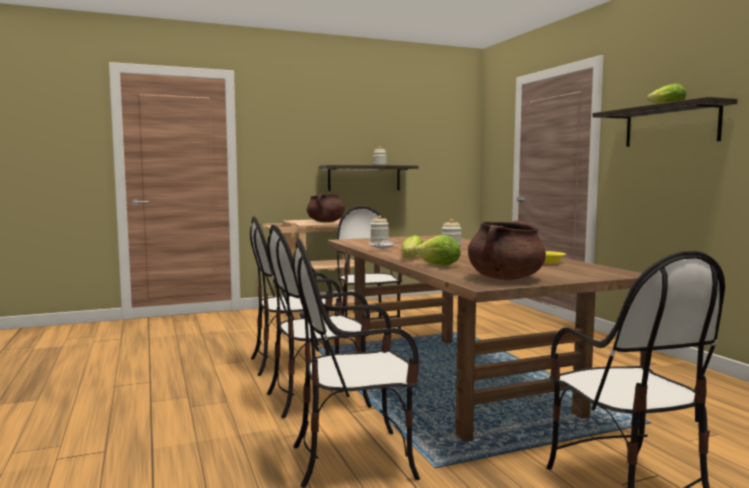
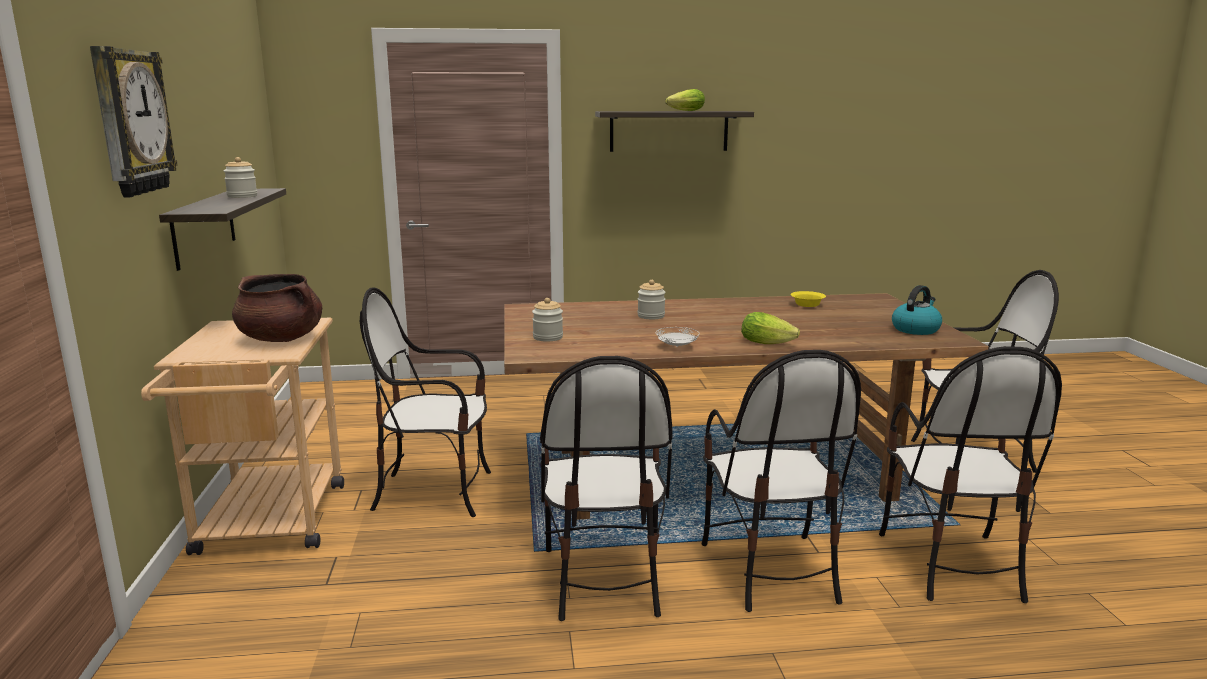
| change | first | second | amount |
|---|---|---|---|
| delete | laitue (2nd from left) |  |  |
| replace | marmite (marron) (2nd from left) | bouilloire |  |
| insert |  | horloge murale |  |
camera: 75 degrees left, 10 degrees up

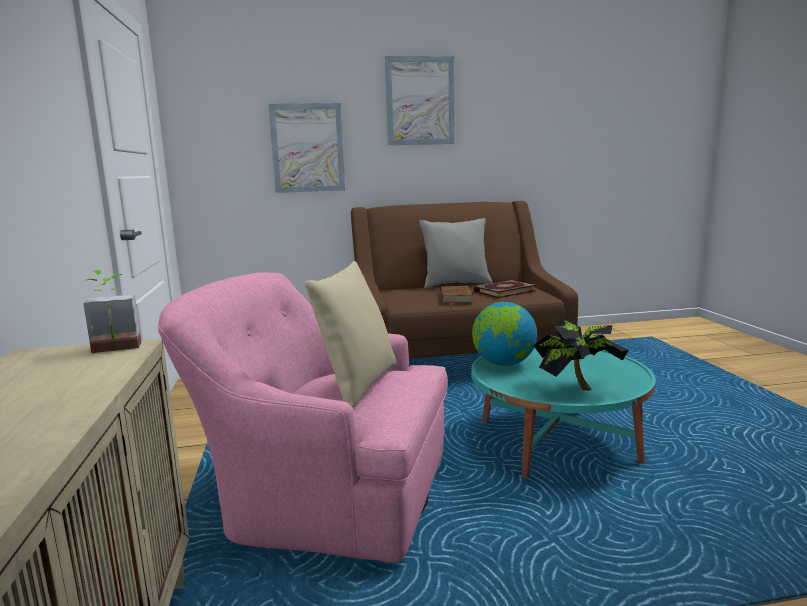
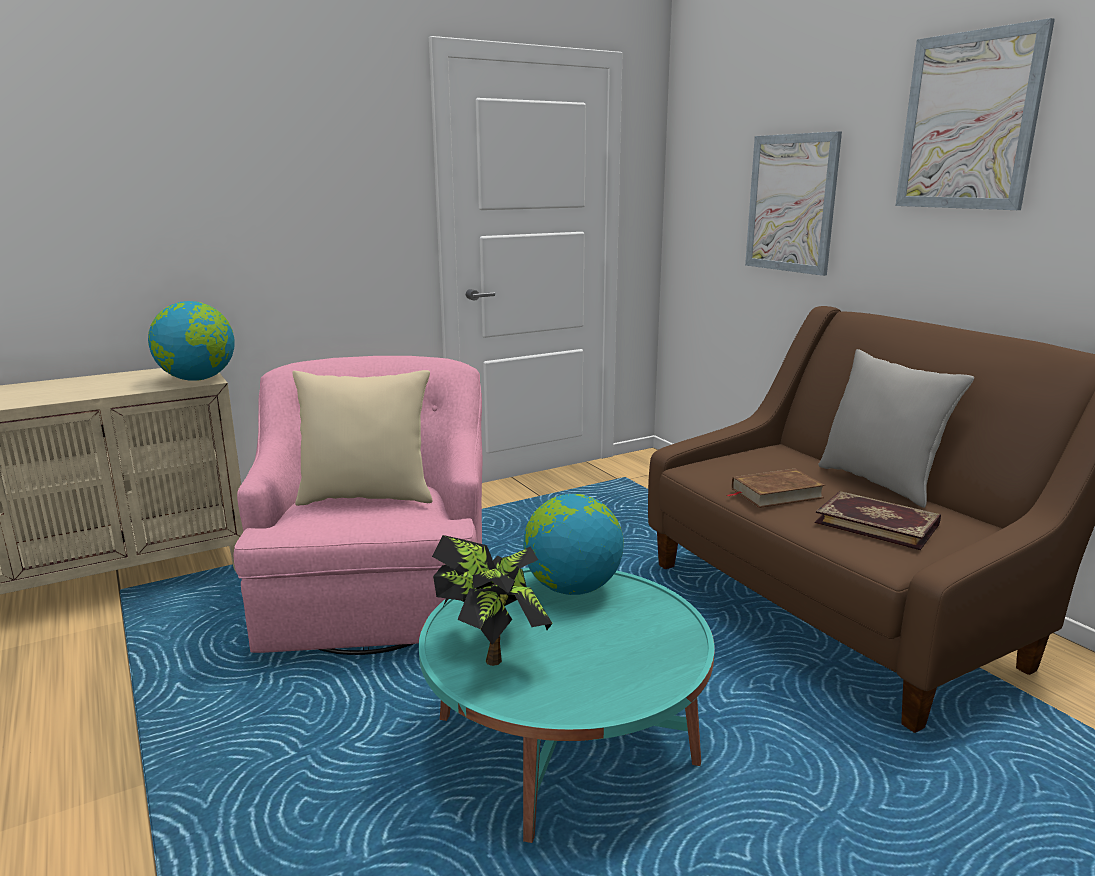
| change | first | second | amount |
|---|---|---|---|
| replace | plante en pot (1st from left) | globe (1st from left) |  |
camera: 70 degrees right, 5 degrees up

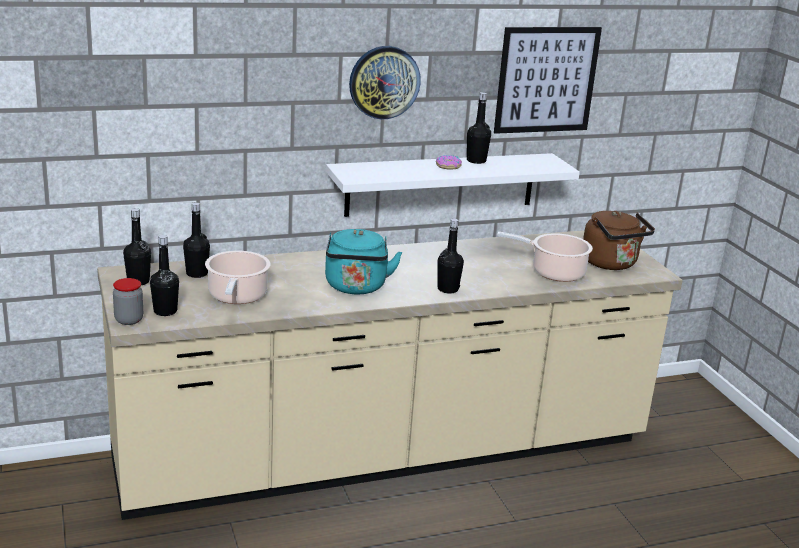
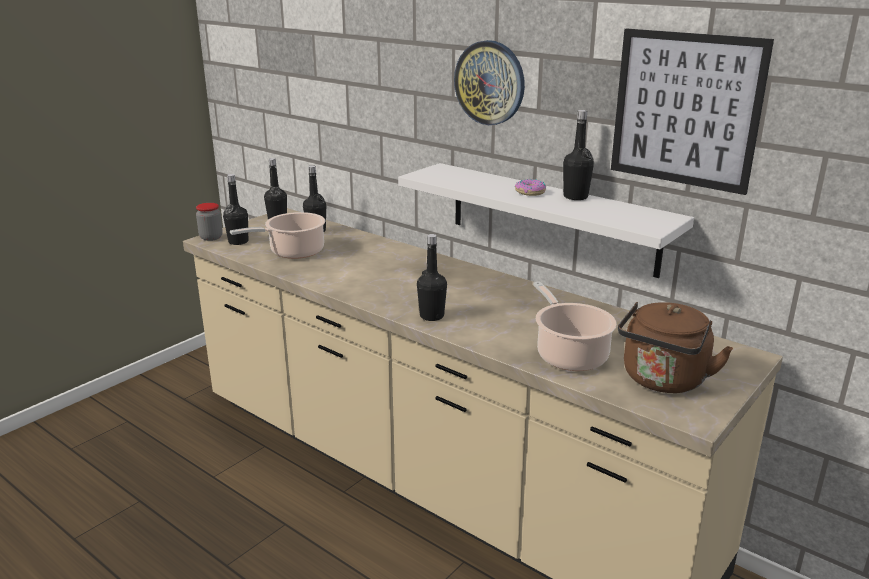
| change | first | second | amount |
|---|---|---|---|
| delete | bouilloire (turquoise) |  |  |
camera: 60 degrees right, 0 degrees up

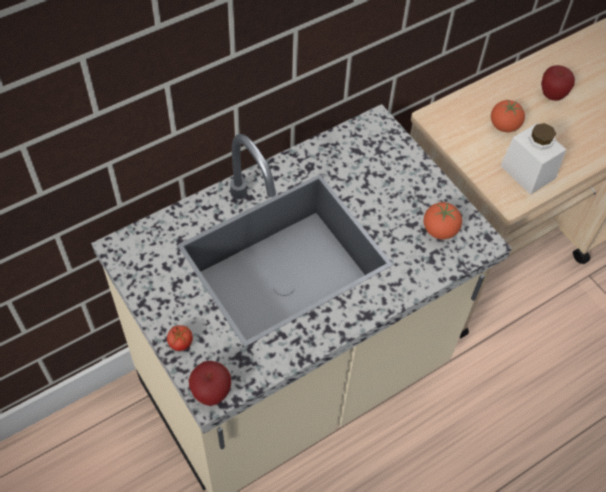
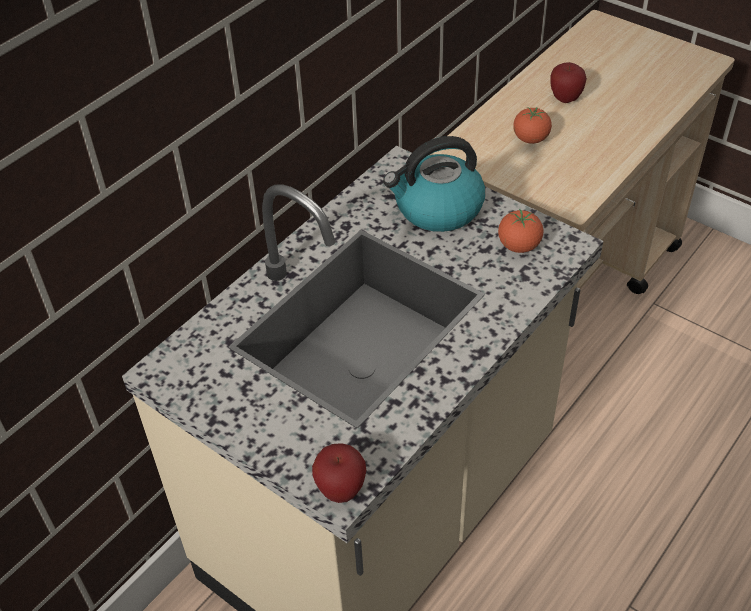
| change | first | second | amount |
|---|---|---|---|
| delete | tomate (1st from left) |  |  |
| delete | bocal (blanc) |  |  |
| insert |  | bouilloire |  |
camera: 15 degrees left, 10 degrees down

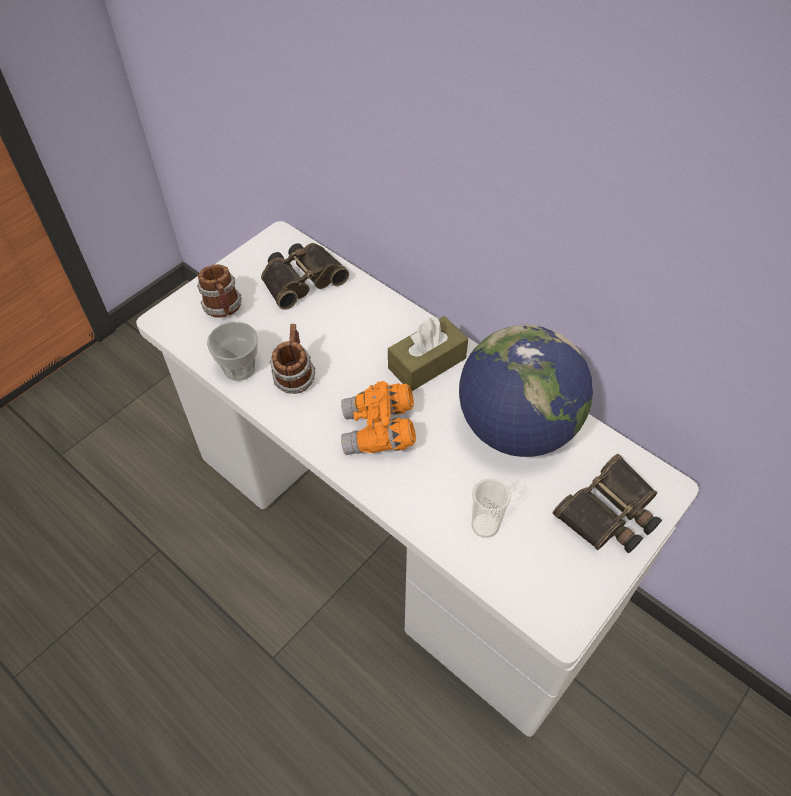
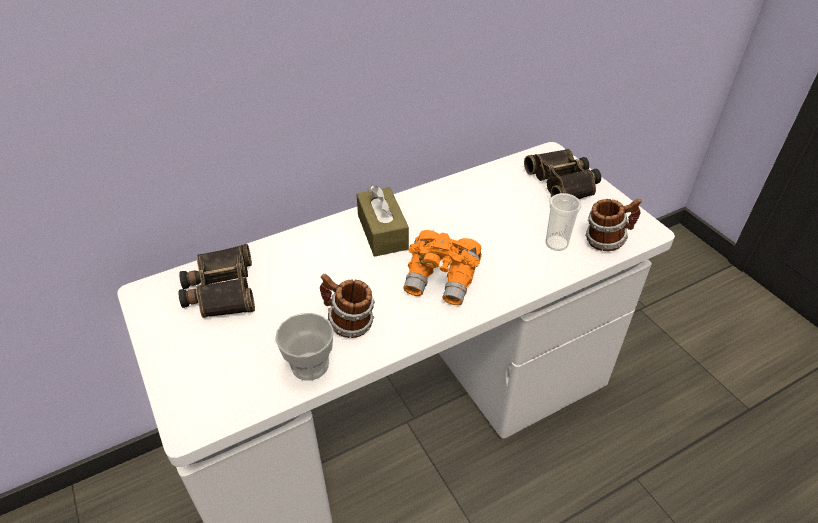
| change | first | second | amount |
|---|---|---|---|
| move | mug (1st from left in the first image) | mug (2nd from left) |  |
| delete | globe |  |  |
camera: 70 degrees left, 10 degrees down

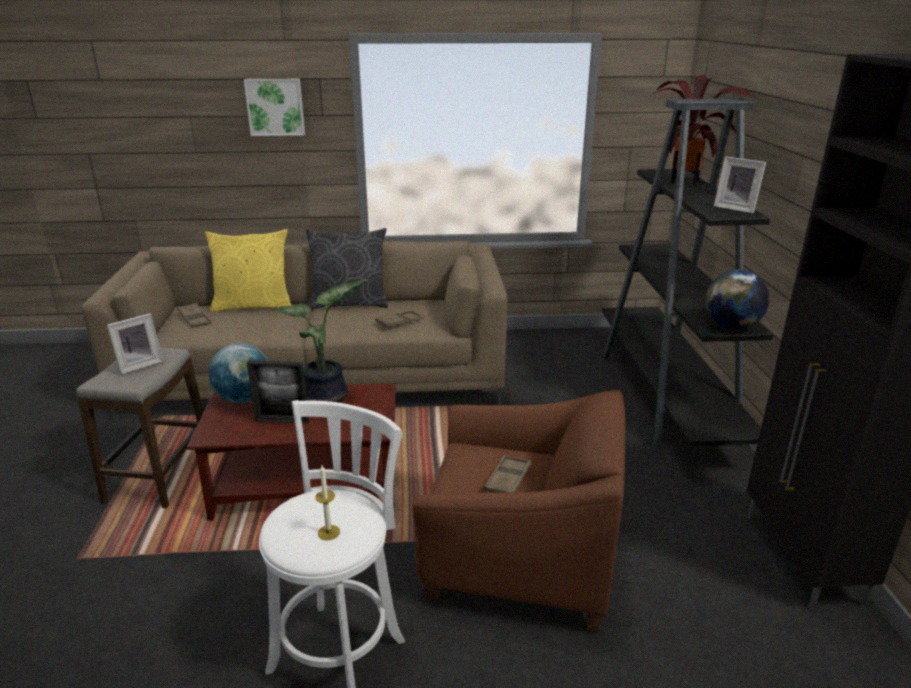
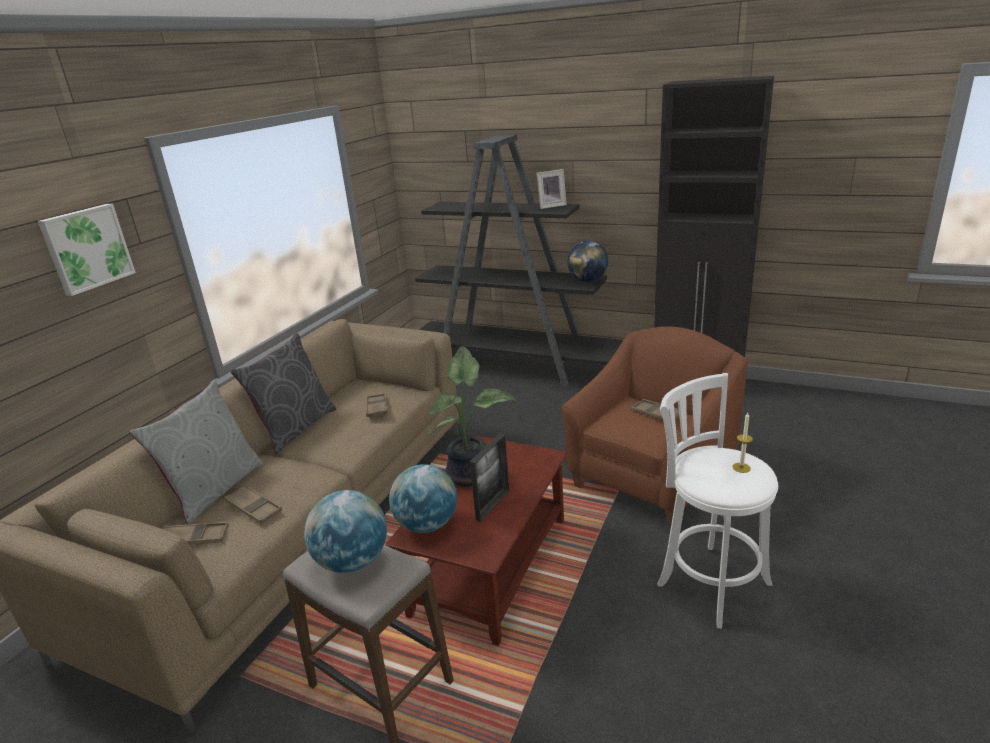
| change | first | second | amount |
|---|---|---|---|
| replace | cadre photo (1st from left) | globe (1st from left) |  |
| recolor | coussin (jaune) | coussin (gris) (1st from left) |  |
| delete | plante en pot (2nd from left) |  |  |
| insert |  | plateau (marron) (2nd from left) |  |
camera: 60 degrees left, 0 degrees up

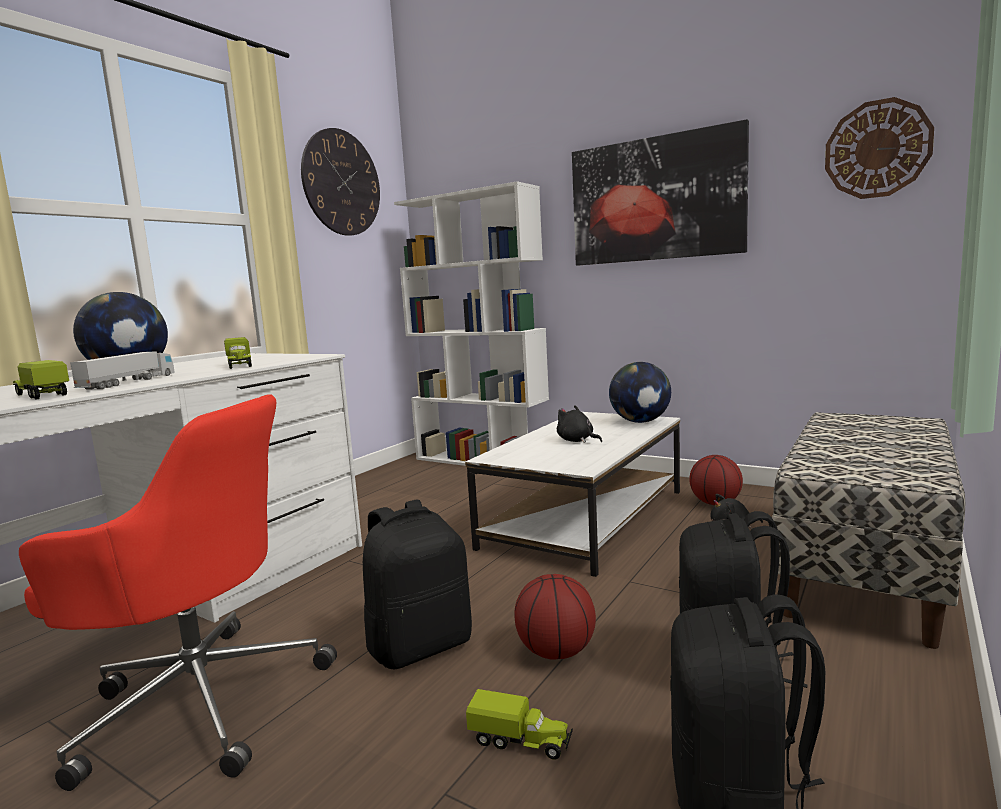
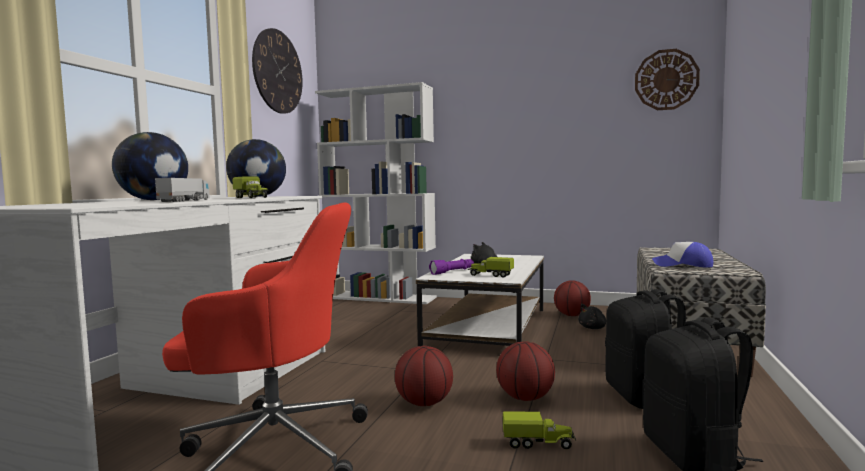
| change | first | second | amount |
|---|---|---|---|
| move | camion jouet (1st from left in the first image) | camion jouet (3rd from left) |  |
| replace | sac à dos (noir) (1st from left) | ballon de basket (1st from left) |  |
| delete | tableau |  |  |
| move | globe (2nd from left) |  |  |
| insert |  | lampe de poche (violet) |  |
| insert |  | casquette |  |
camera: 15 degrees left, 5 degrees down

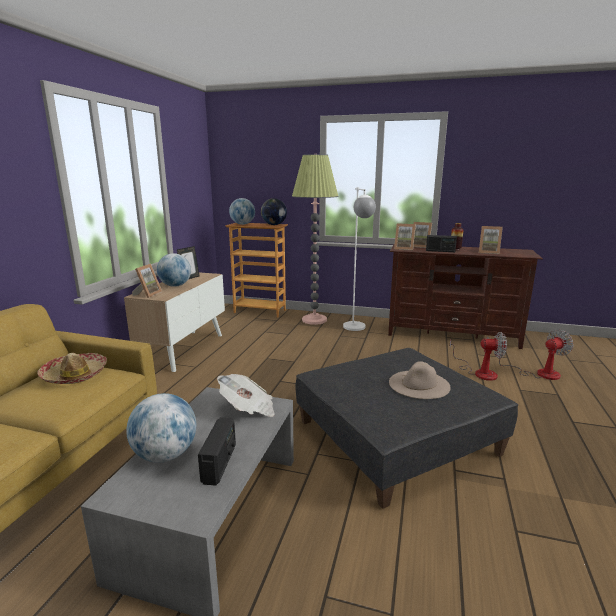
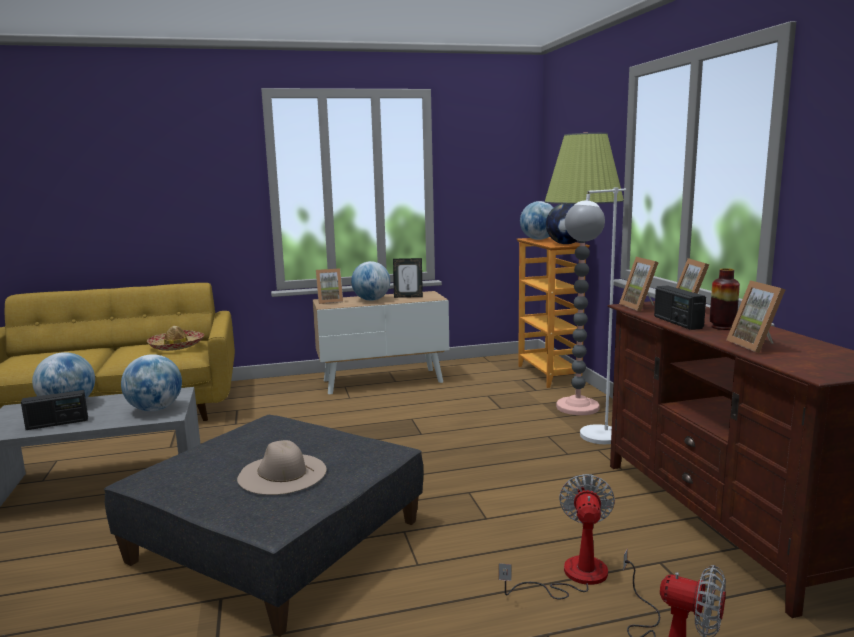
| change | first | second | amount |
|---|---|---|---|
| replace | journal | globe (2nd from left) |  |
| rotate | ventilateur (1st from left) |  | 150 degrees counterclockwise |
camera: 60 degrees right, 5 degrees down

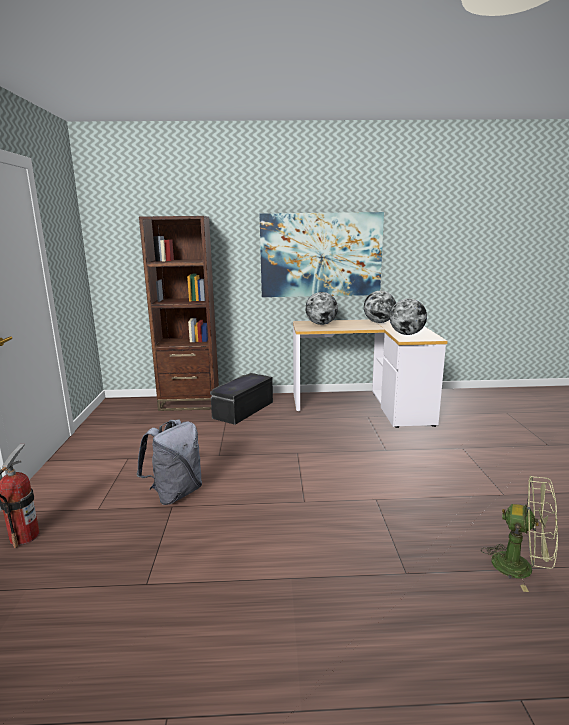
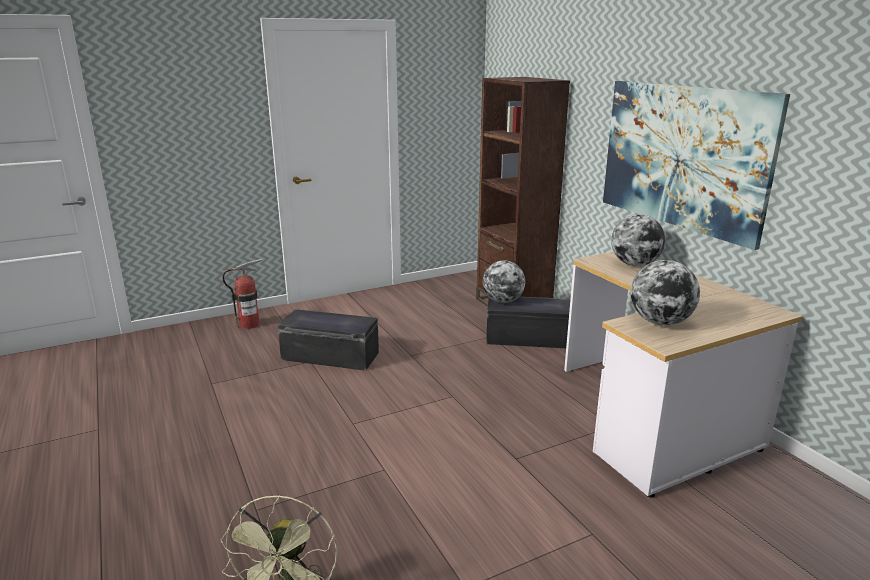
| change | first | second | amount |
|---|---|---|---|
| replace | sac à dos (gris) | boîte de rangement (noir) (1st from left) |  |
| move | globe (2nd from left in the first image) | globe (1st from left) |  |
camera: 65 degrees right, 5 degrees up

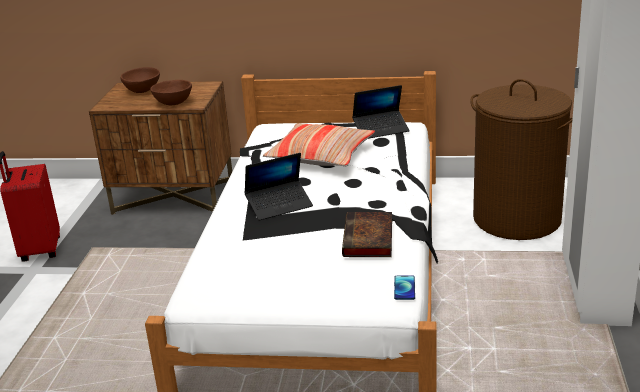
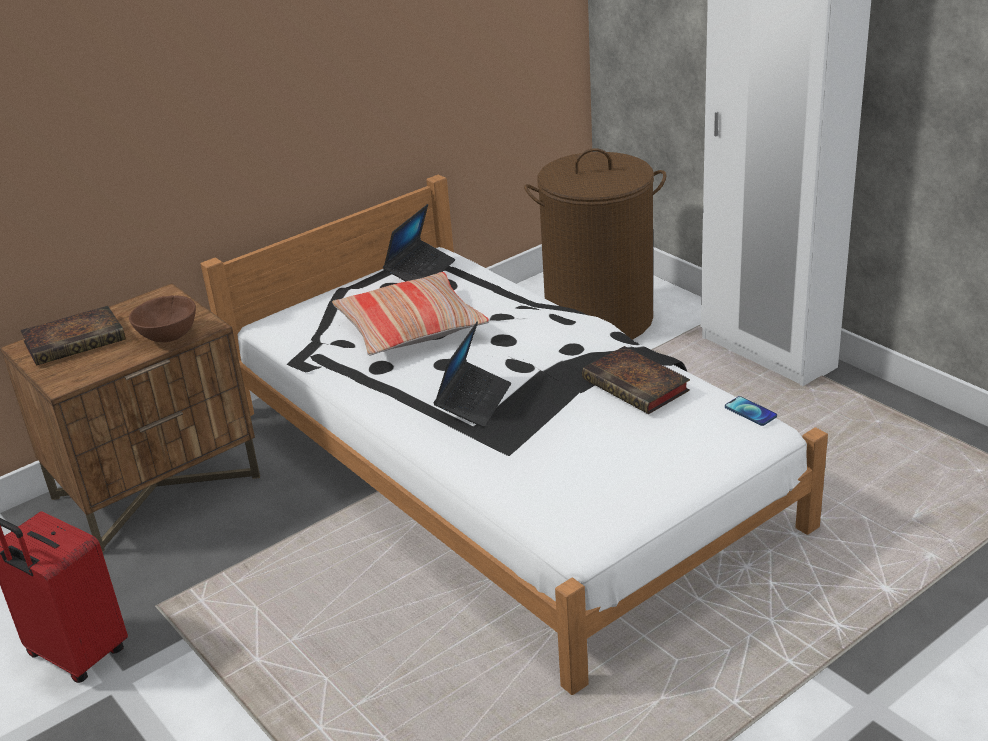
| change | first | second | amount |
|---|---|---|---|
| replace | bol (marron) (1st from left) | livre (1st from left) |  |
camera: 45 degrees left, 5 degrees up

